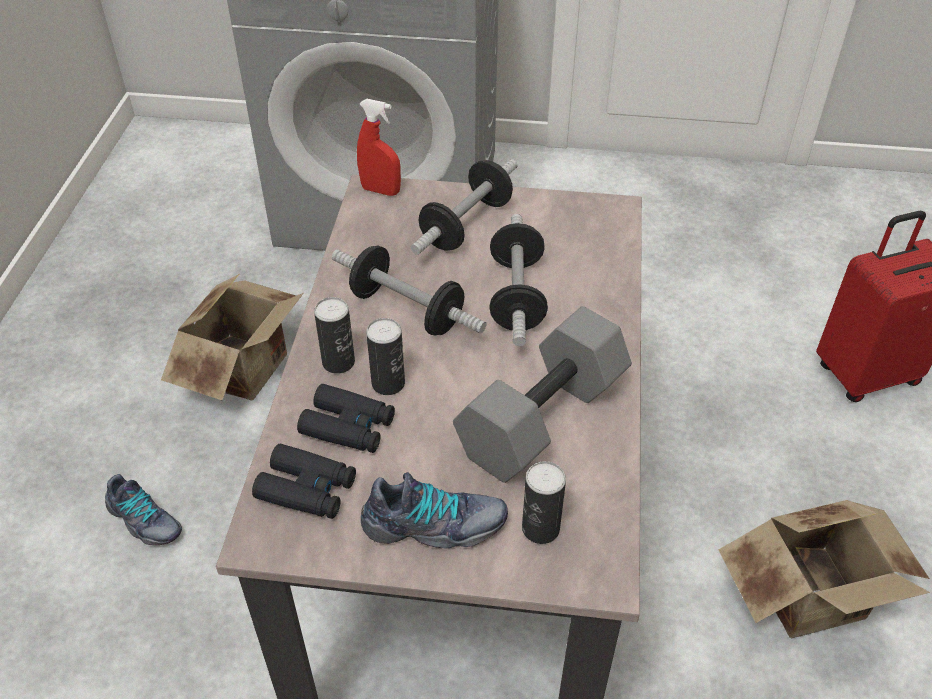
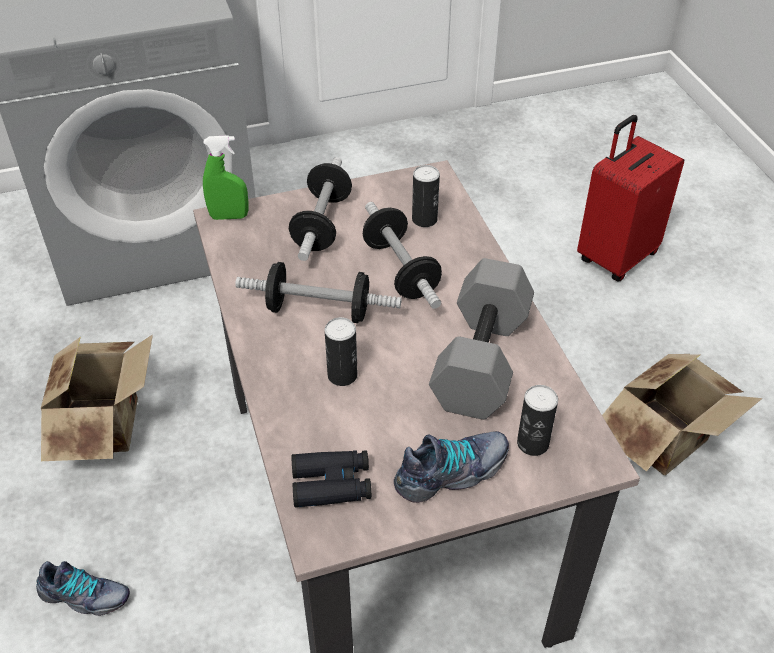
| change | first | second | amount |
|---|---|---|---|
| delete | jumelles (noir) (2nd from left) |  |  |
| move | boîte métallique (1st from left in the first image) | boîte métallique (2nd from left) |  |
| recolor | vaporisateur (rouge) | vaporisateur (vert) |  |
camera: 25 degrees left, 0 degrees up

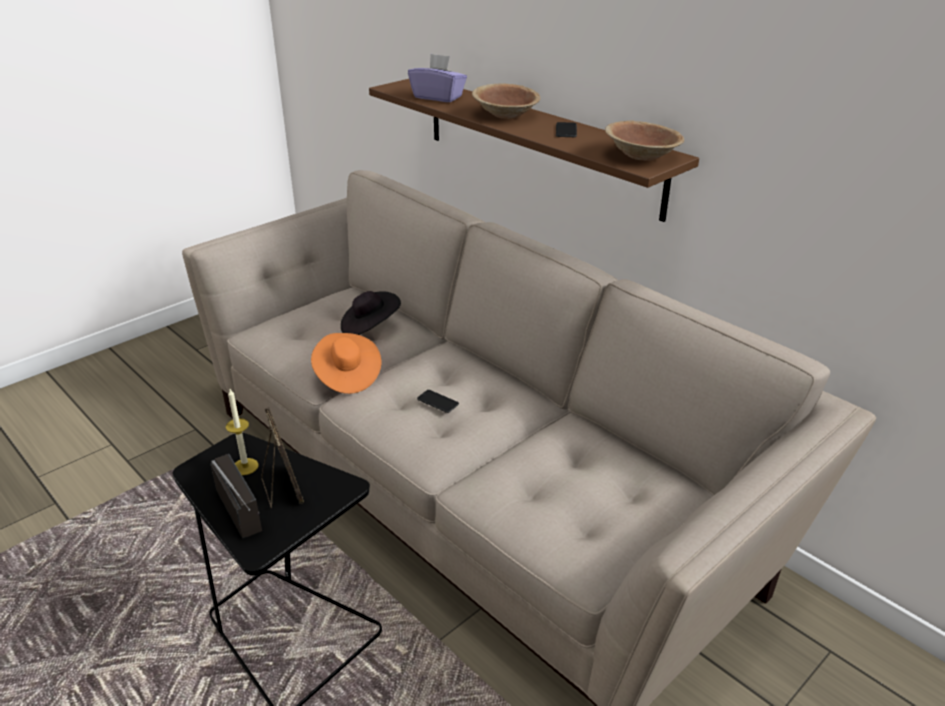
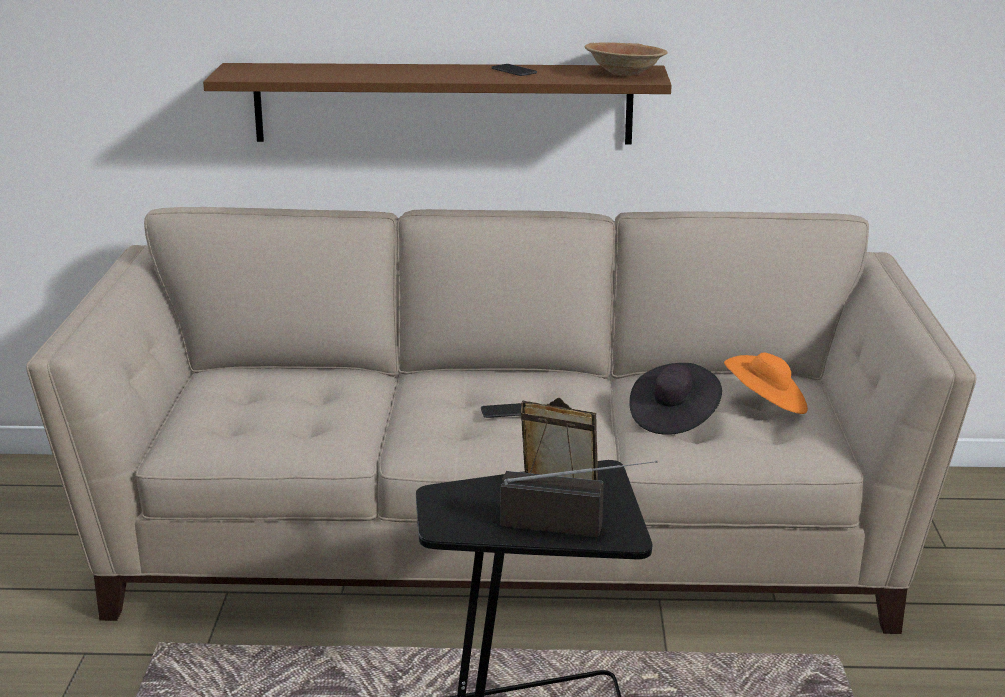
| change | first | second | amount |
|---|---|---|---|
| delete | bougie |  |  |
| move | chapeau (orange) |  |  |
| move | chapeau (noir) |  |  |
| delete | boîte à mouchoirs (violet) |  |  |
| delete | bol (marron) (1st from left) |  |  |
camera: 45 degrees left, 10 degrees down

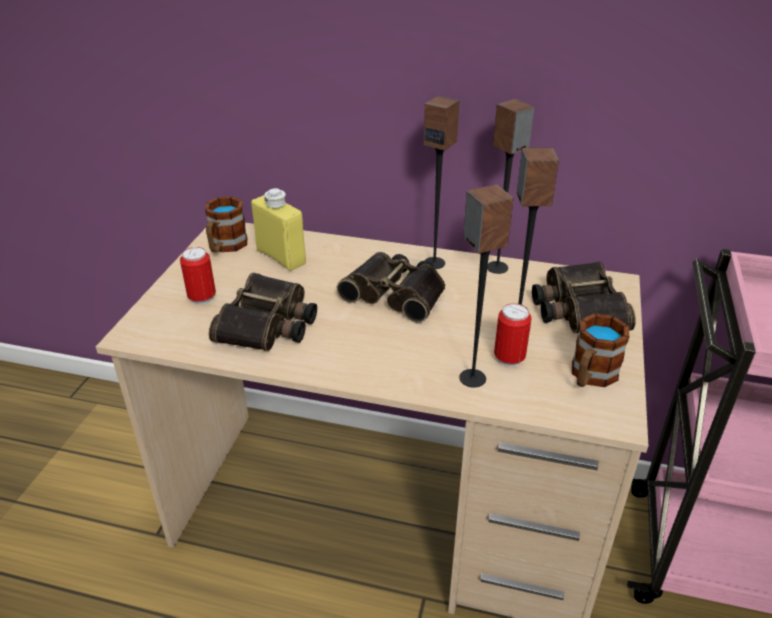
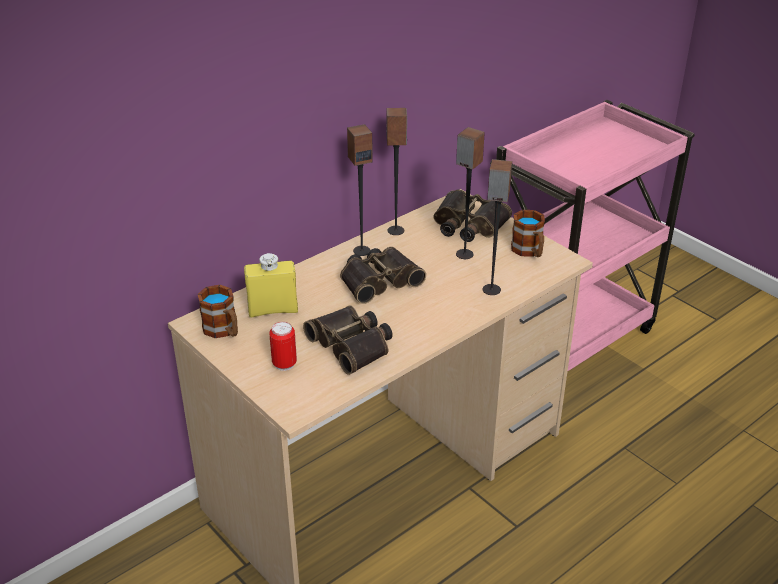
| change | first | second | amount |
|---|---|---|---|
| delete | boîte métallique (2nd from left) |  |  |
camera: 55 degrees left, 0 degrees up

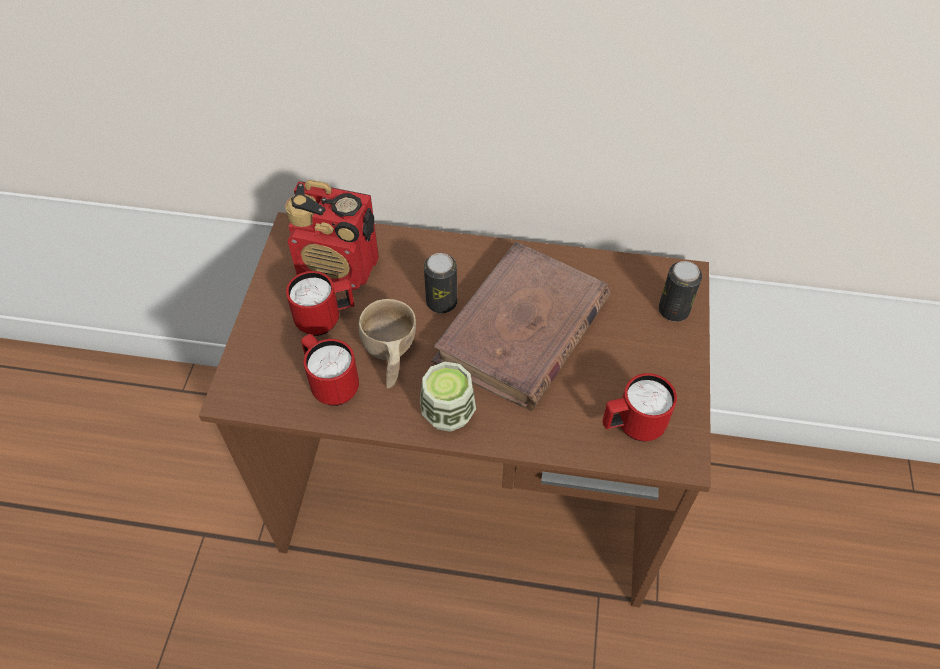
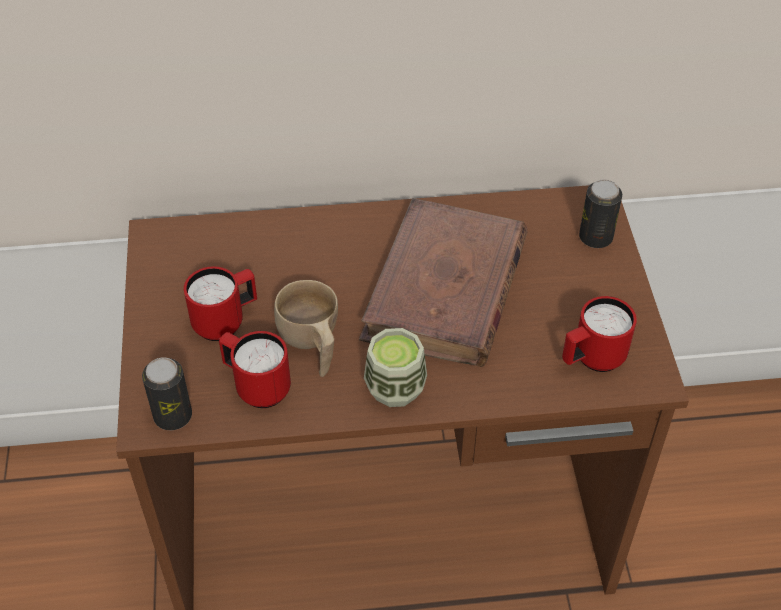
| change | first | second | amount |
|---|---|---|---|
| delete | radio |  |  |
| move | boîte métallique (1st from left) |  |  |
camera: 15 degrees left, 5 degrees down

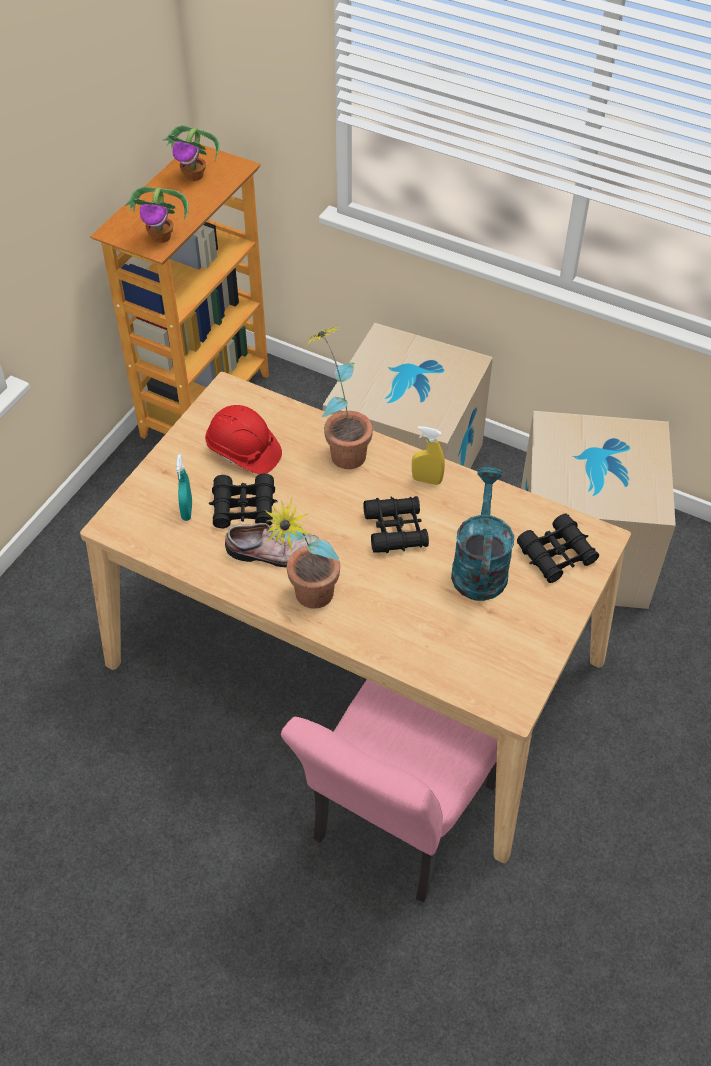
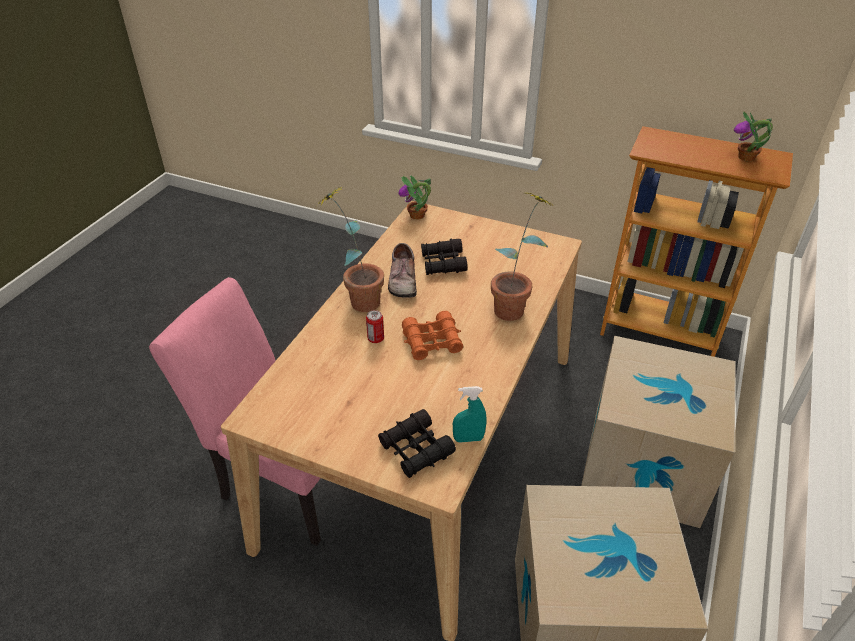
| change | first | second | amount |
|---|---|---|---|
| move | plante en pot (1st from left in the first image) | plante en pot (2nd from left) |  |
| move | vaporisateur (turquoise) |  |  |
| delete | casque de chantier (rouge) |  |  |
| recolor | jumelles (noir) (2nd from left) | jumelles (orange) |  |
| delete | vaporisateur (jaune) |  |  |
| delete | arrosoir (turquoise) |  |  |
| insert |  | boîte métallique |  |
camera: 85 degrees right, 10 degrees down

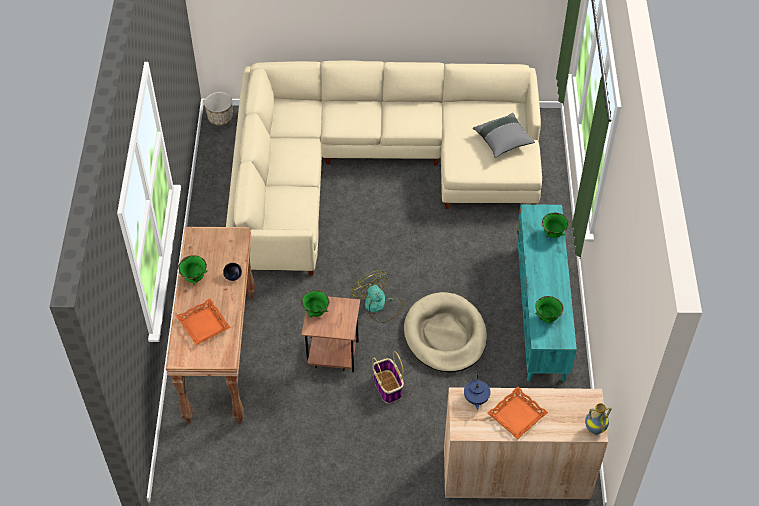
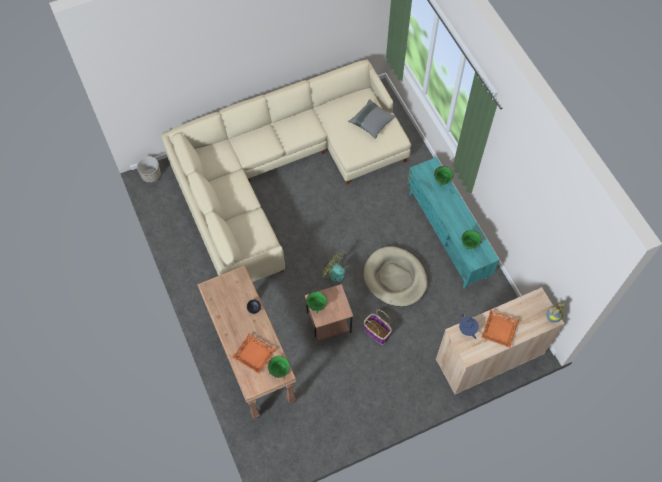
| change | first | second | amount |
|---|---|---|---|
| move | bol (vert) (1st from left) |  |  |
camera: 25 degrees left, 10 degrees up

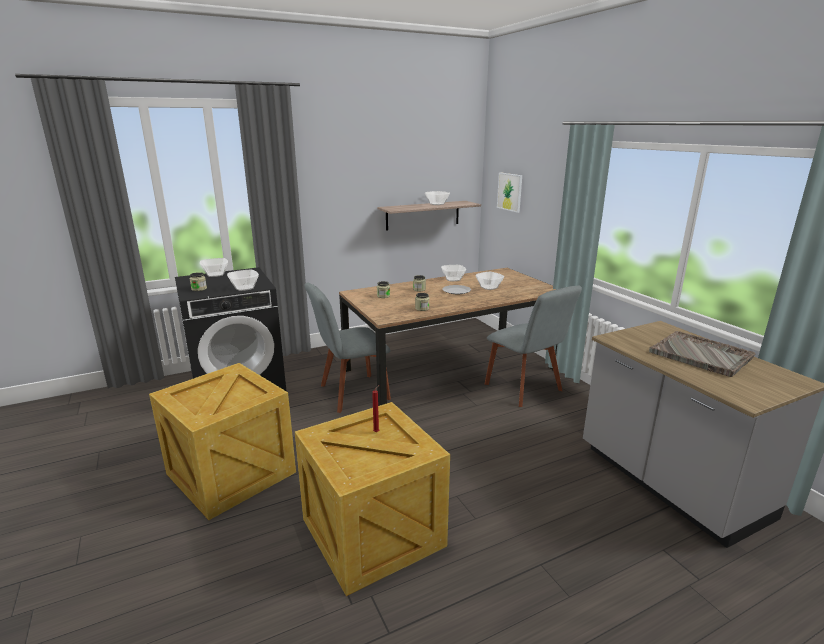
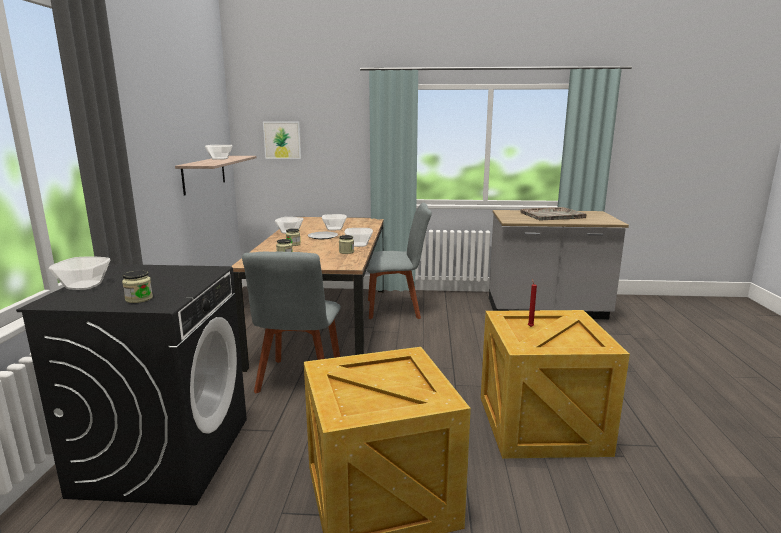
| change | first | second | amount |
|---|---|---|---|
| move | bol (2nd from left in the first image) | bol (5th from left) |  |
camera: 60 degrees left, 5 degrees down

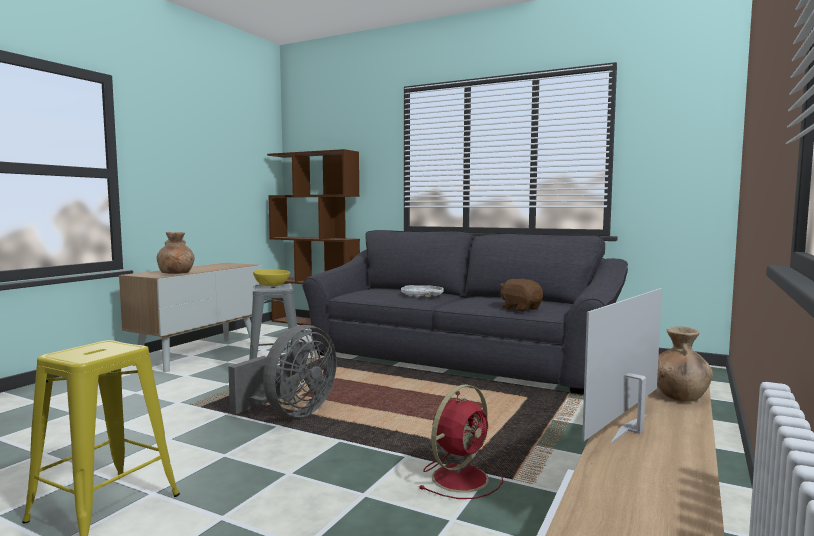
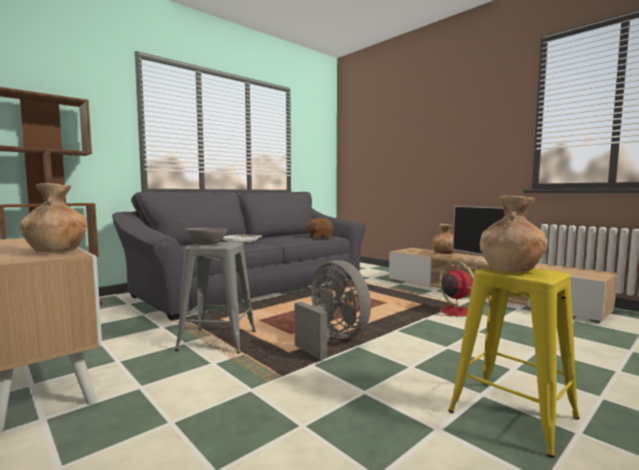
| change | first | second | amount |
|---|---|---|---|
| recolor | bol (jaune) | bol (gris) |  |
| insert |  | vase (marron) (3rd from left) |  |
camera: 70 degrees left, 0 degrees up

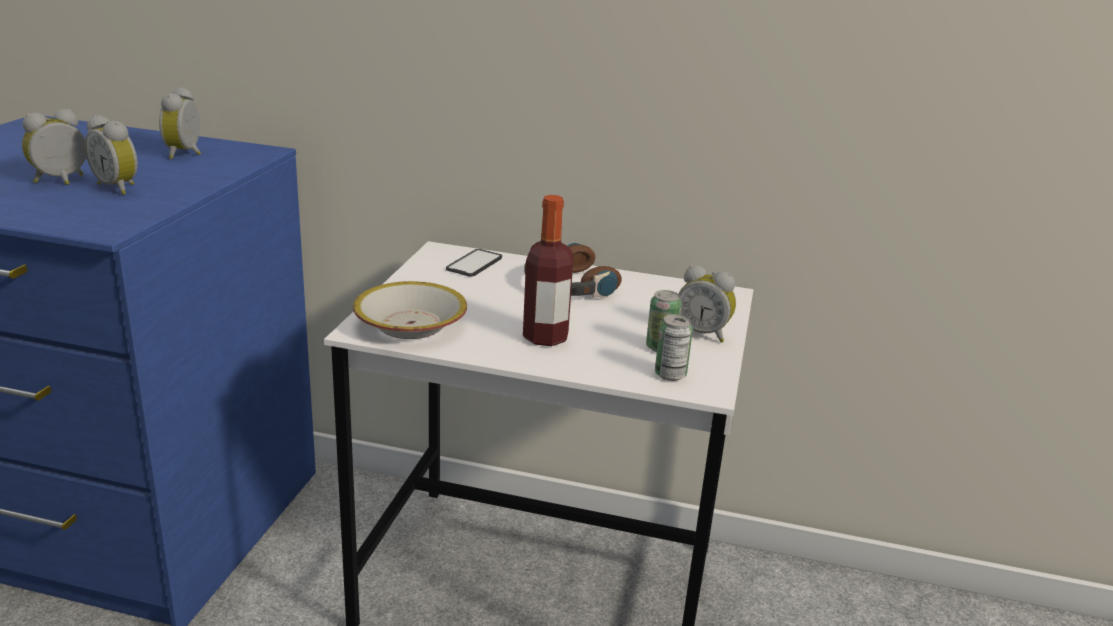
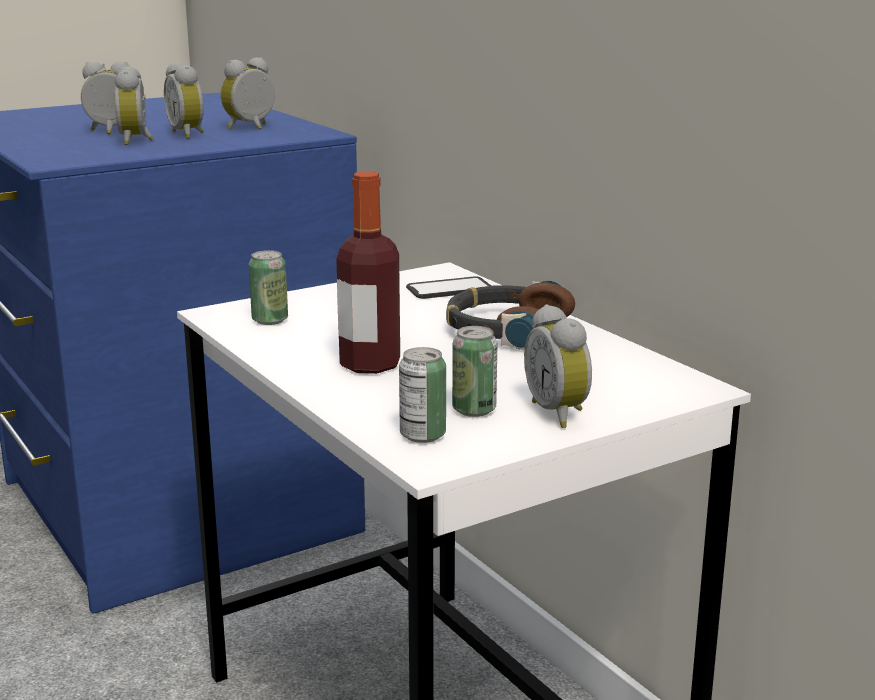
| change | first | second | amount |
|---|---|---|---|
| replace | bol | boîte métallique (1st from left) |  |
| insert |  | réveil (3rd from left) |  |
camera: 45 degrees right, 5 degrees down

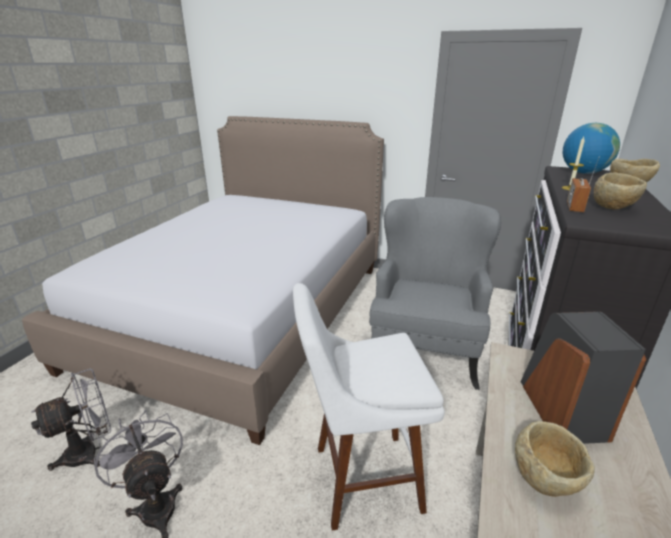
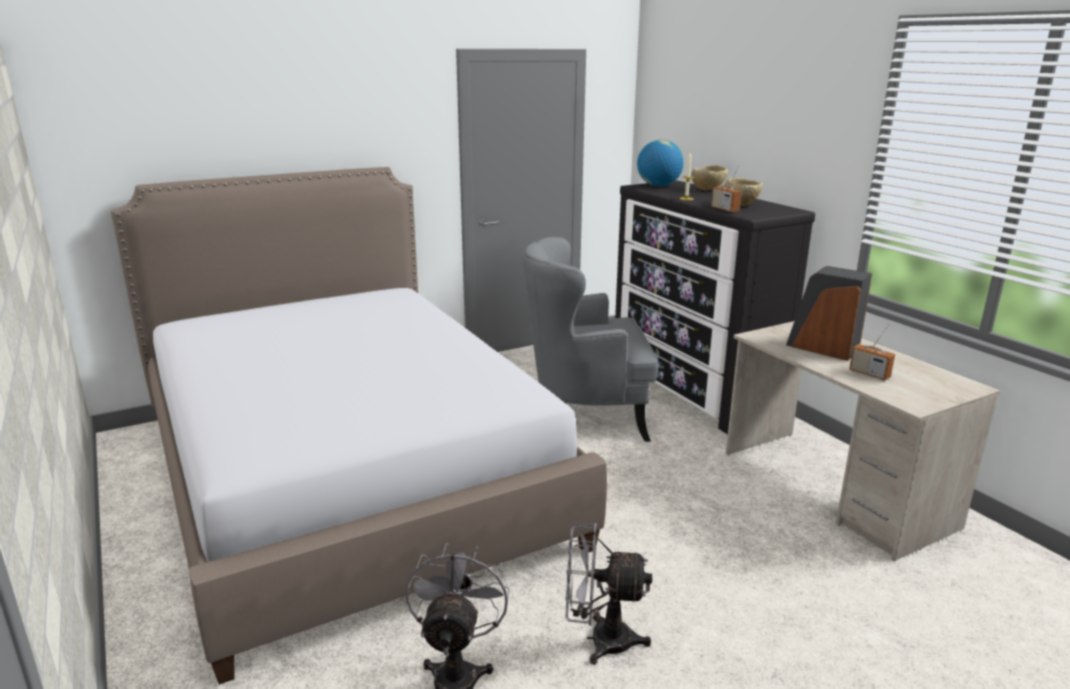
| change | first | second | amount |
|---|---|---|---|
| delete | tabouret (blanc) |  |  |
| rotate | fauteuil (gris) |  | 60 degrees counterclockwise |
| replace | bol (beige) (1st from left) | radio (2nd from left) |  |
camera: 50 degrees left, 5 degrees down

